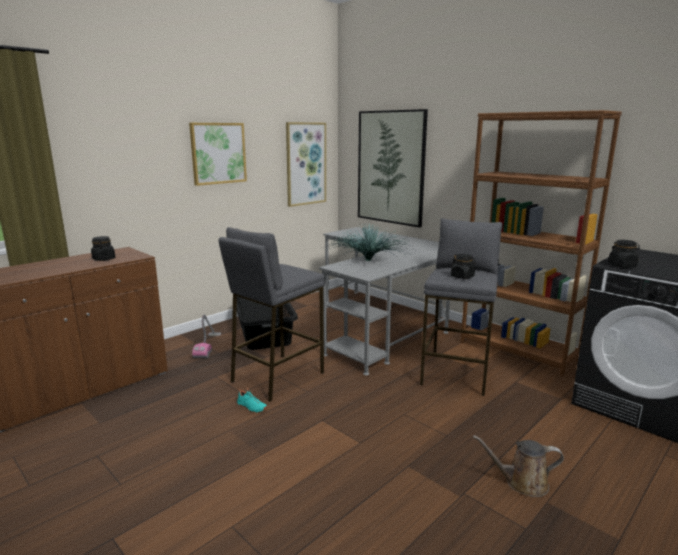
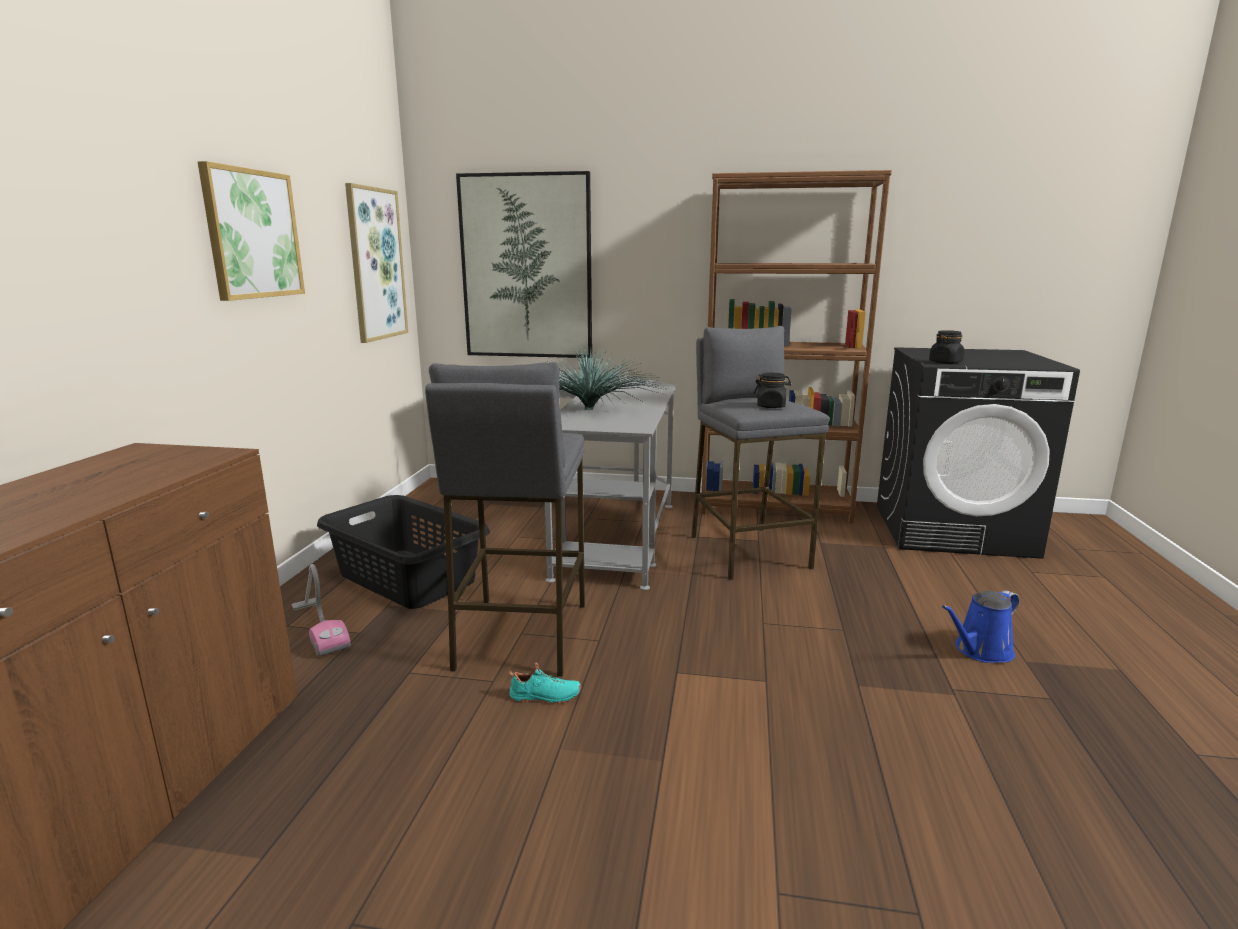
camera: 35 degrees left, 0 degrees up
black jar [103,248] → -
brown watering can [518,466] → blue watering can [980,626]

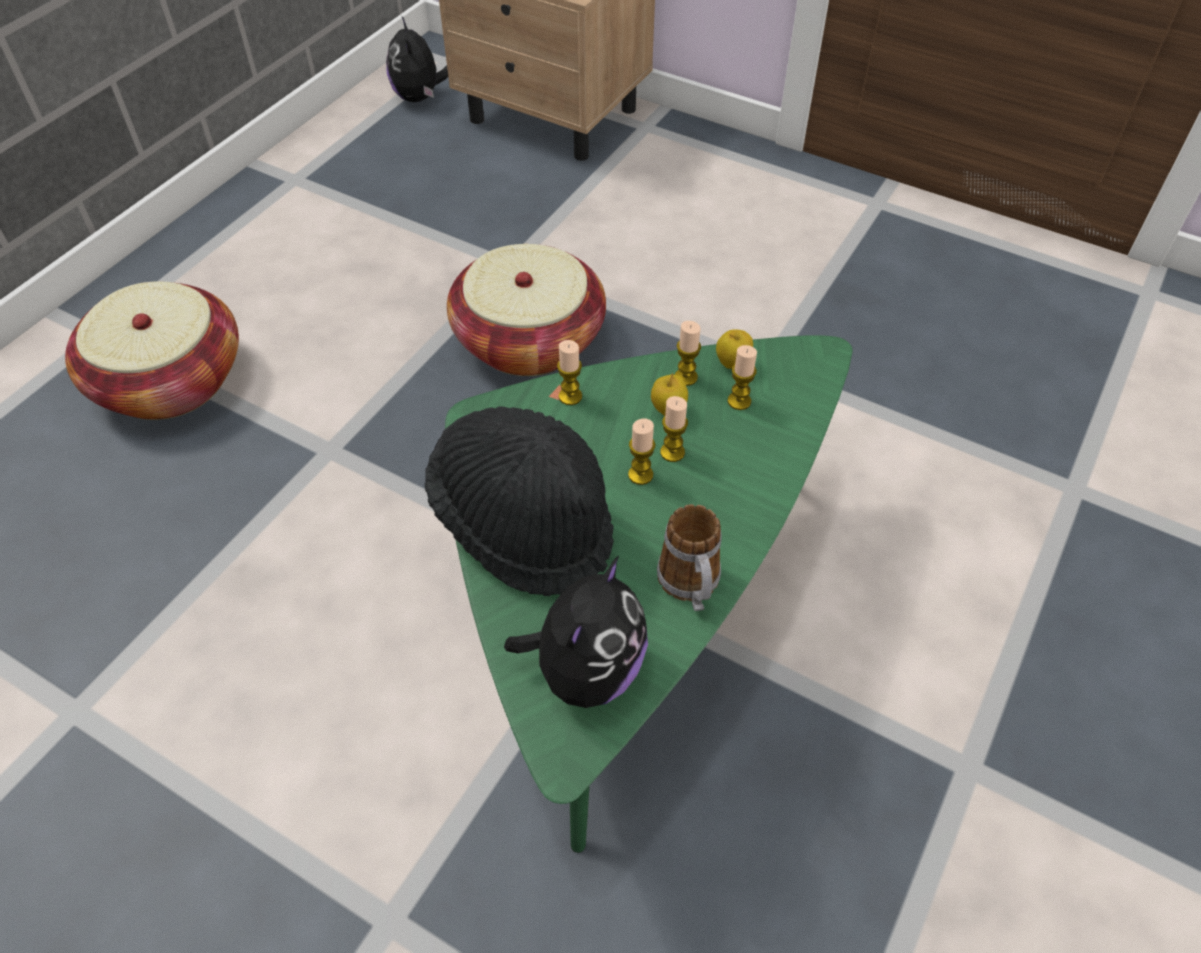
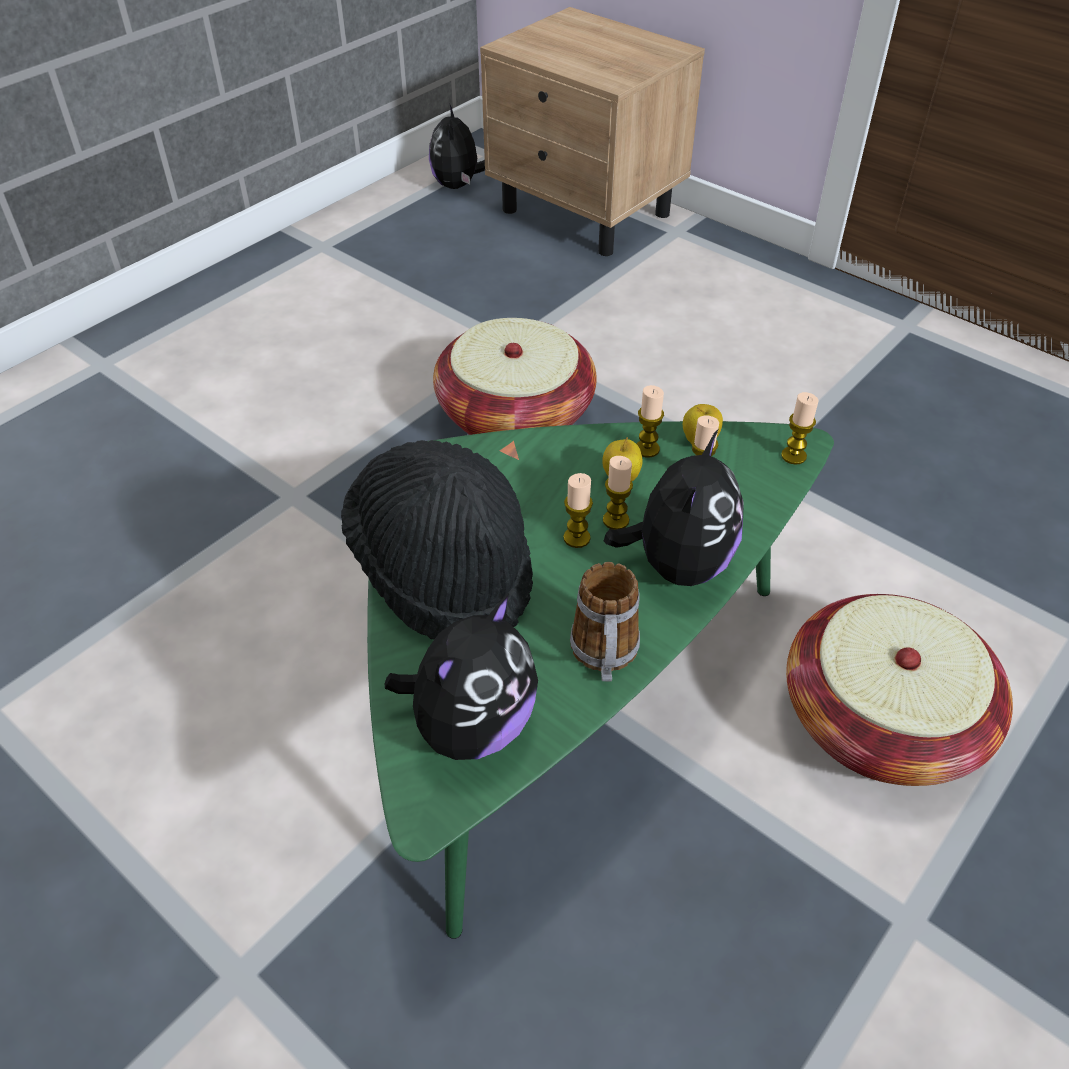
camera: 10 degrees right, 5 degrees down
- → plush toy [674,508]
basket [152,350] → basket [899,690], moved
candle [569,372] → candle [800,428], moved

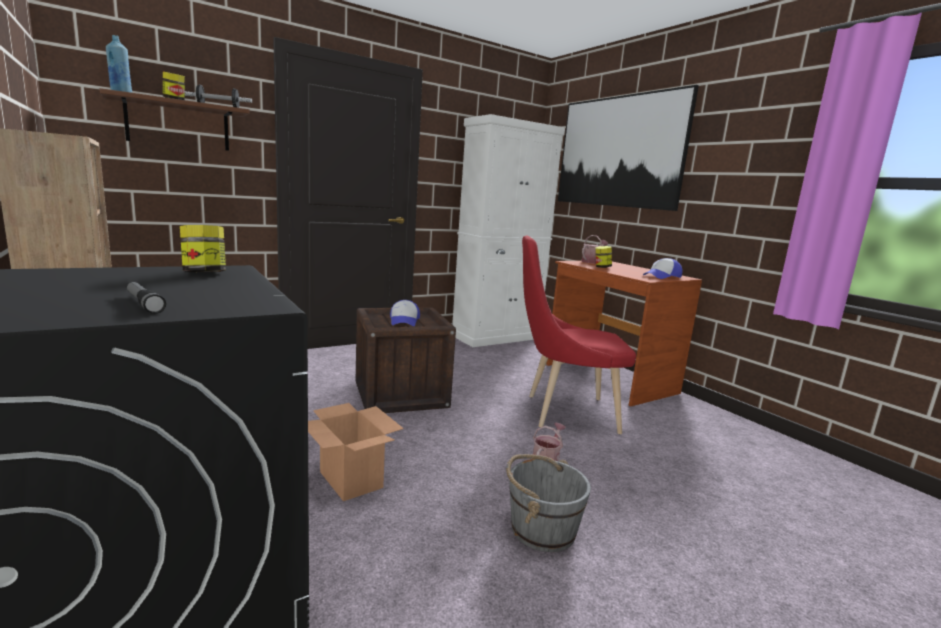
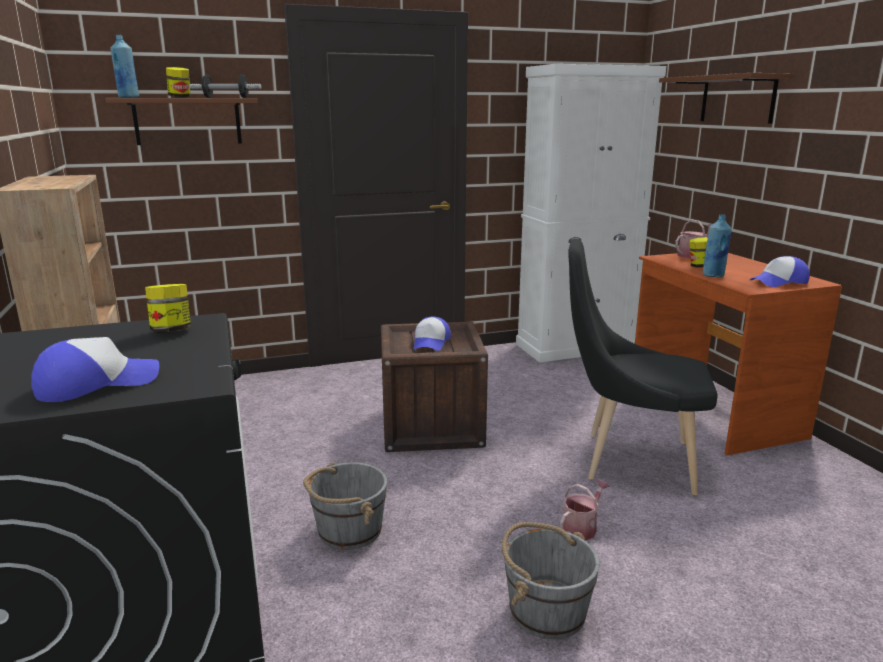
camera: 15 degrees right, 5 degrees up
- → blue bottle [717,245]
flashlight [146,298] → cap [95,369]
cardboard box [356,452] → grey bucket [345,506]
picture [628,148] → brown shelf [726,98]
red chair [579,335] → black chair [643,367]

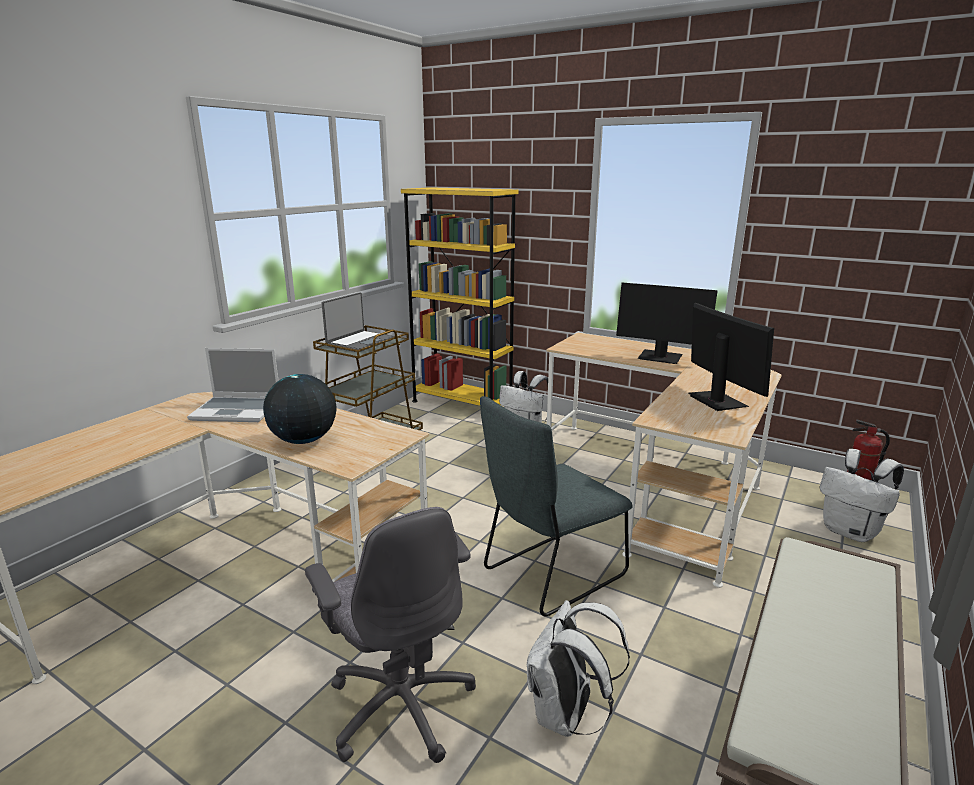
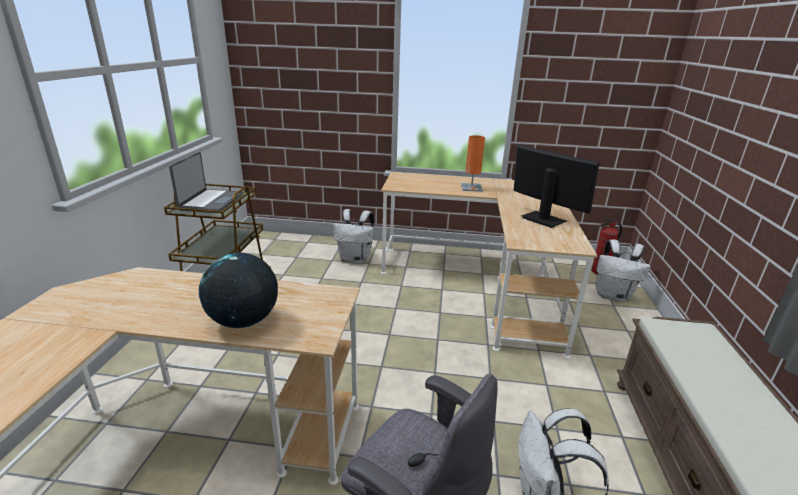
camera: 25 degrees left, 5 degrees up
laptop [233,385] → -
yellow bookcase [459,296] → -
grey chair [556,506] → -
monitor [667,323] → orange table lamp [473,163]

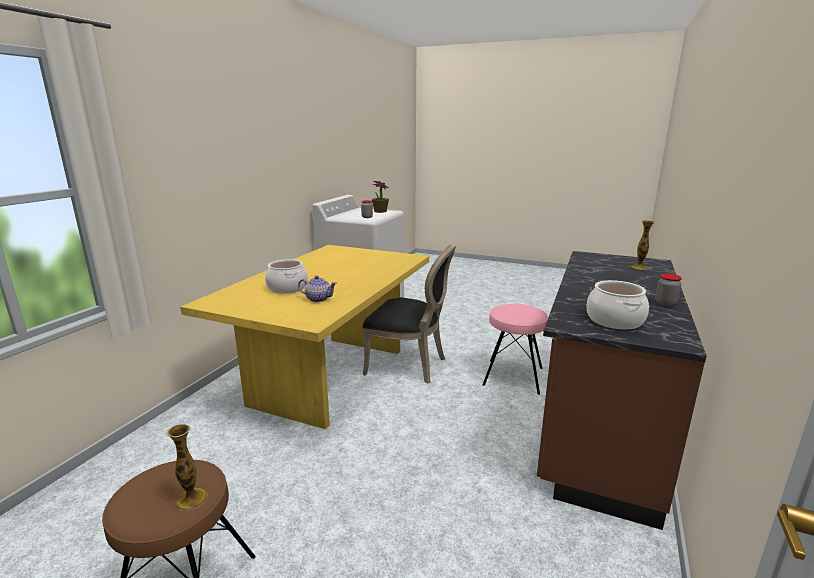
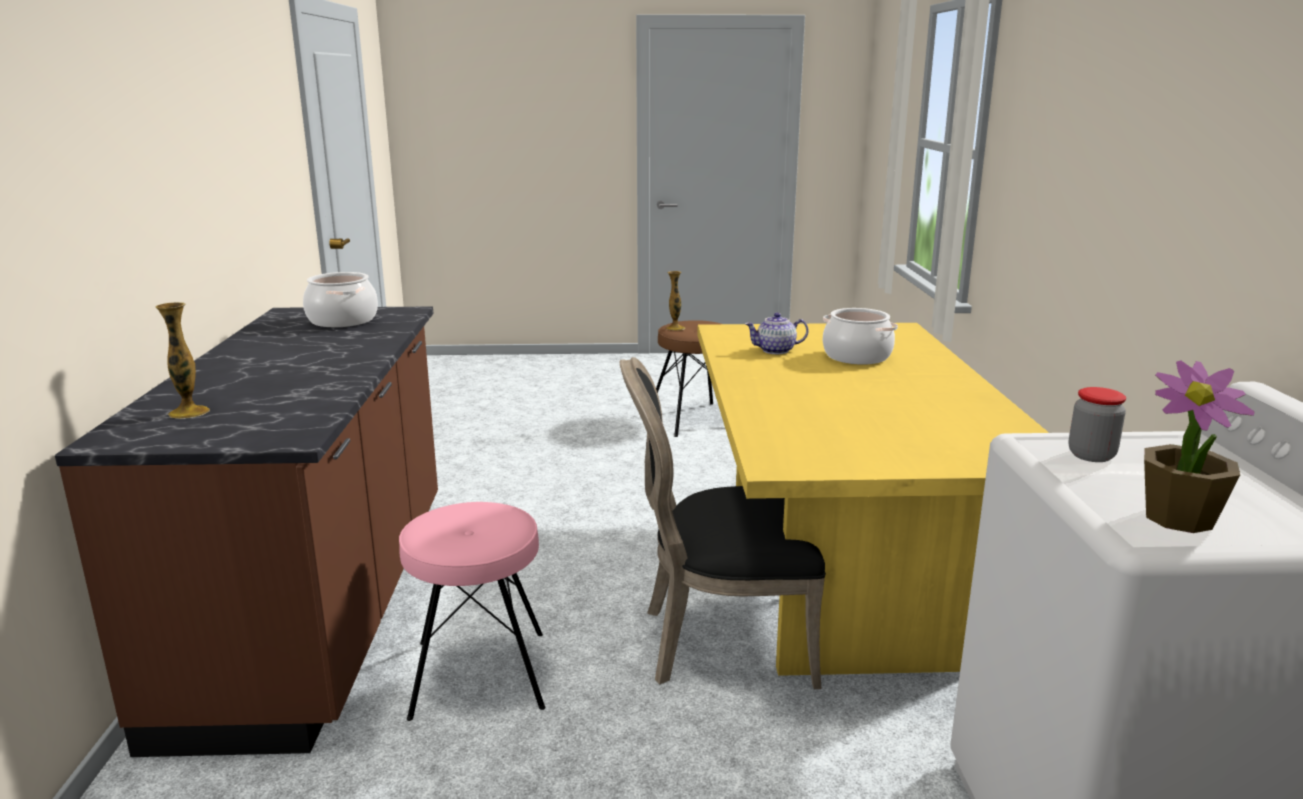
camera: 155 degrees right, 0 degrees up
jar [668,290] → -

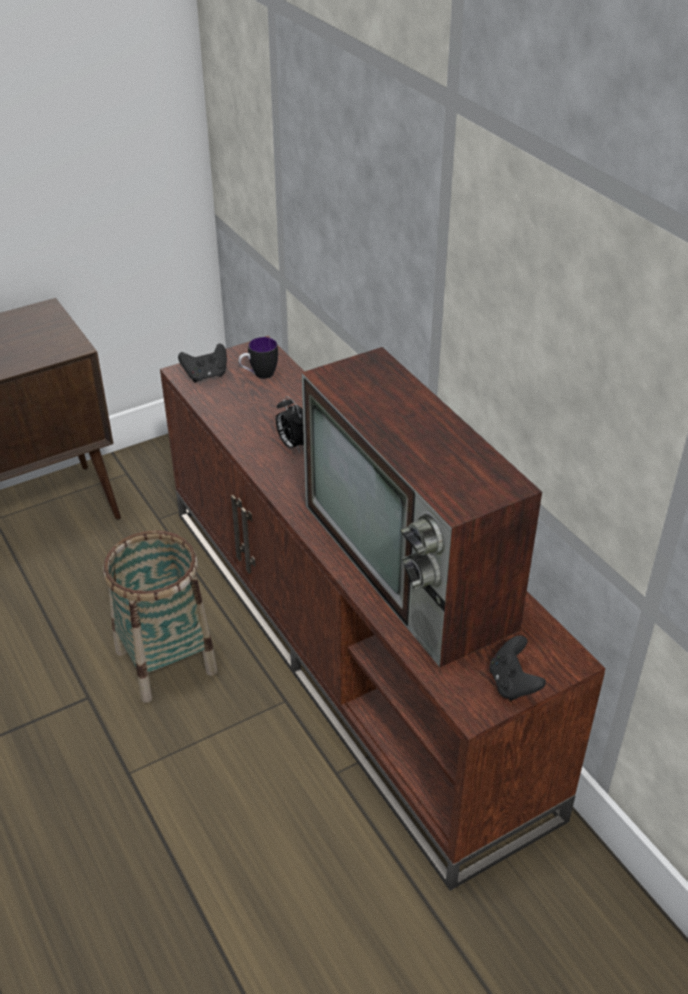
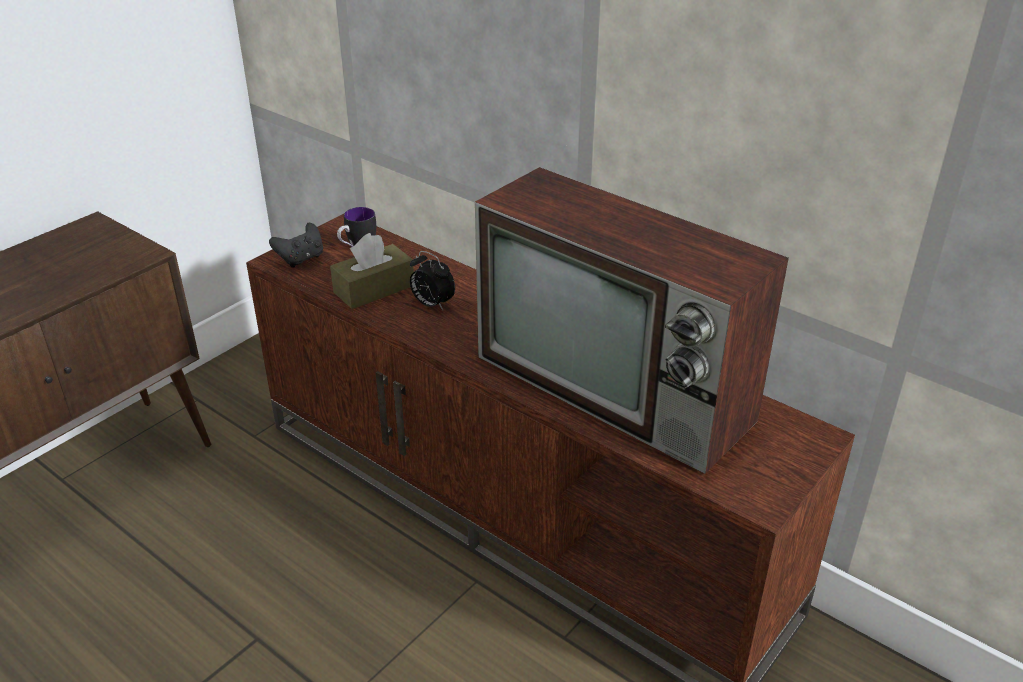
camera: 20 degrees left, 5 degrees down
basket [160,616] → -
black game controller [518,668] → -
- → brown tissue box [372,271]

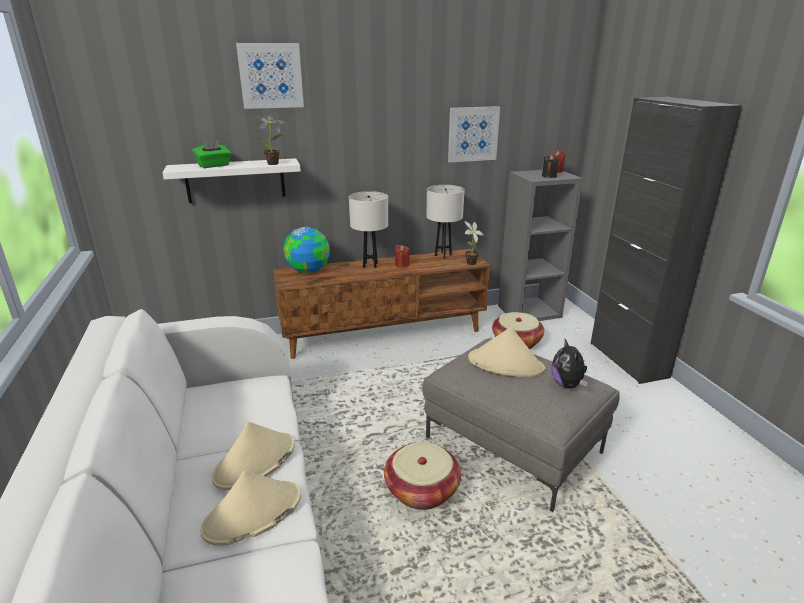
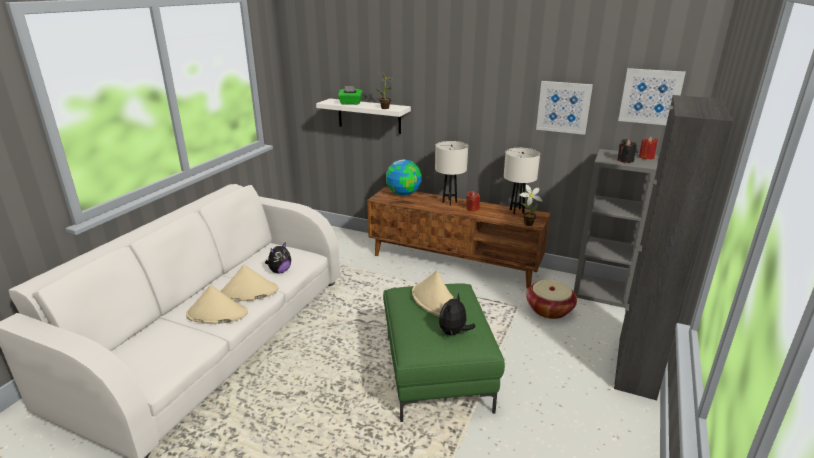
camera: 40 degrees right, 0 degrees up
basket [422,476] → -
- → plush toy [278,258]
picture [270,76] → picture [652,96], moved
grey ottoman [521,425] → green ottoman [444,352]

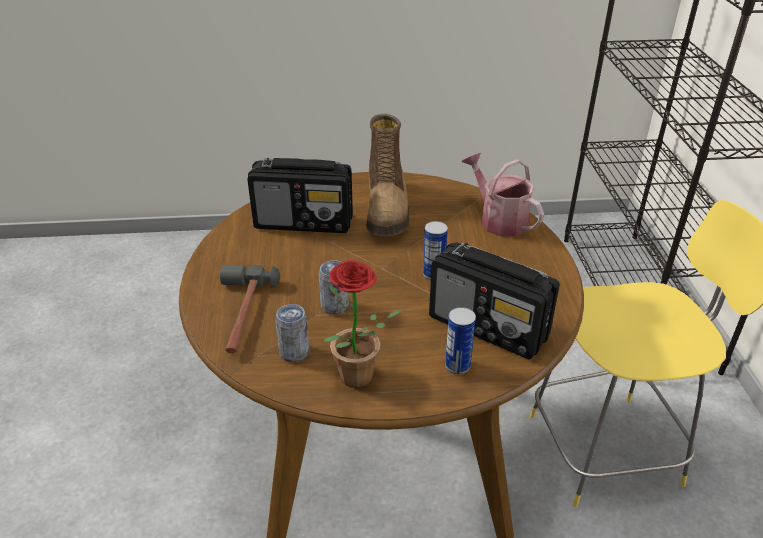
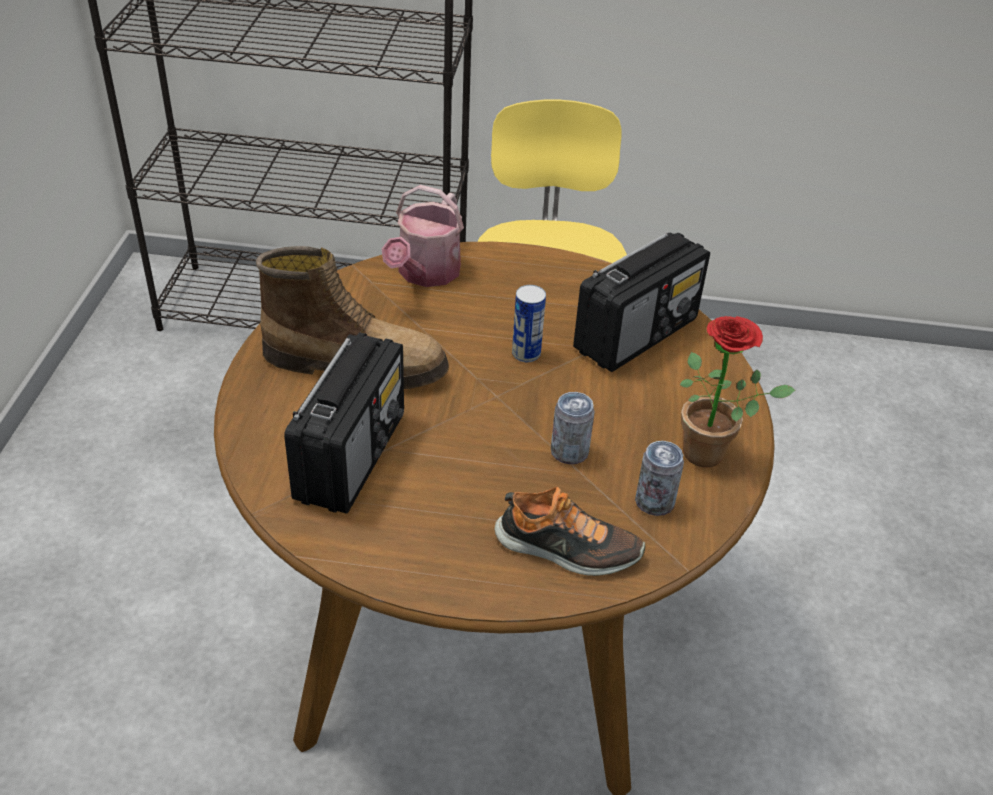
camera: 80 degrees left, 5 degrees up
can [460,340] → -
hammer [250,309] → shoe [569,531]
watering can [503,194] → watering can [423,236], 45 degrees counterclockwise

